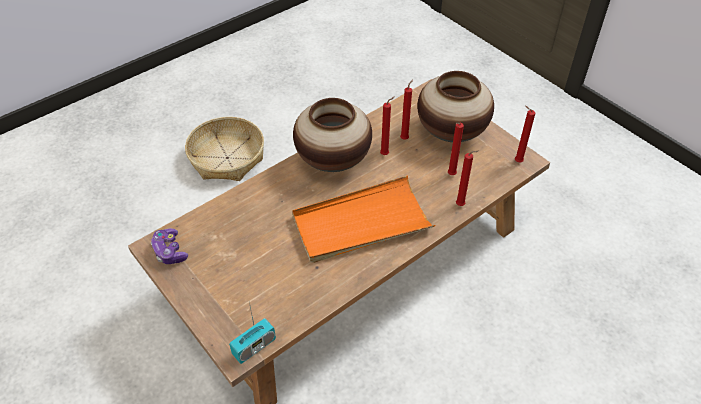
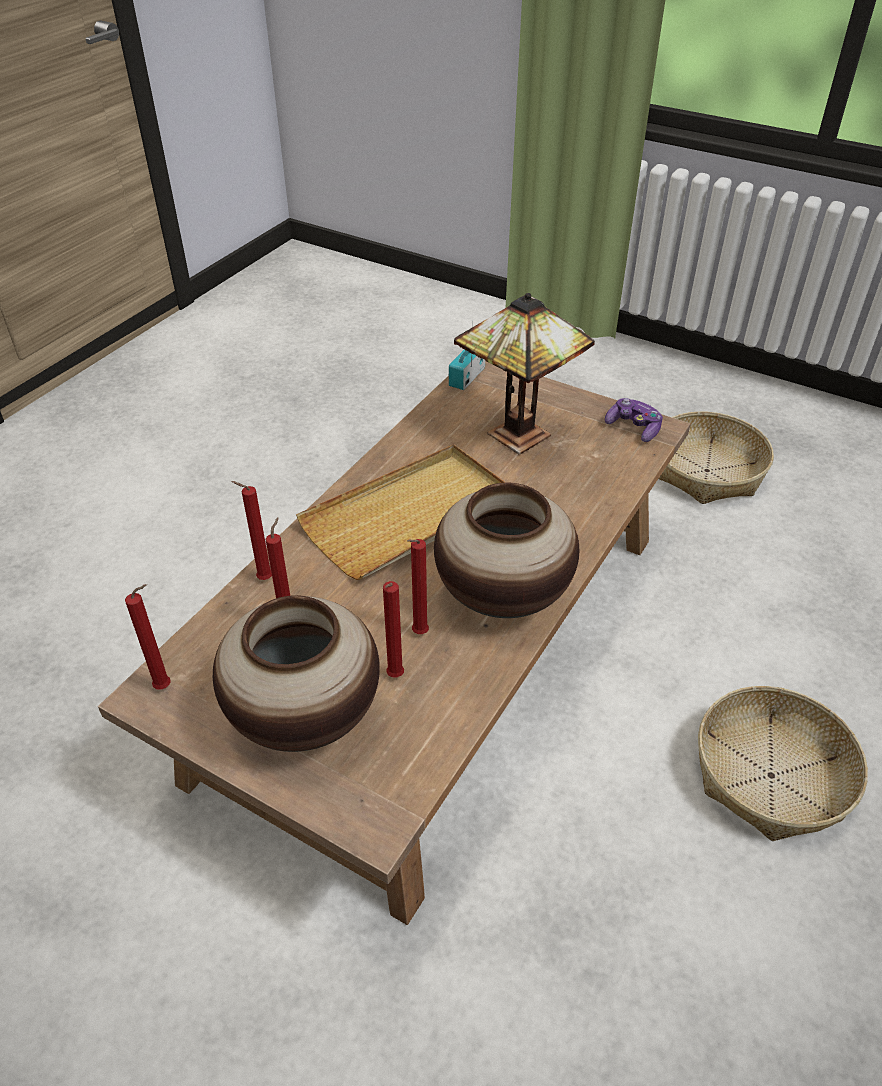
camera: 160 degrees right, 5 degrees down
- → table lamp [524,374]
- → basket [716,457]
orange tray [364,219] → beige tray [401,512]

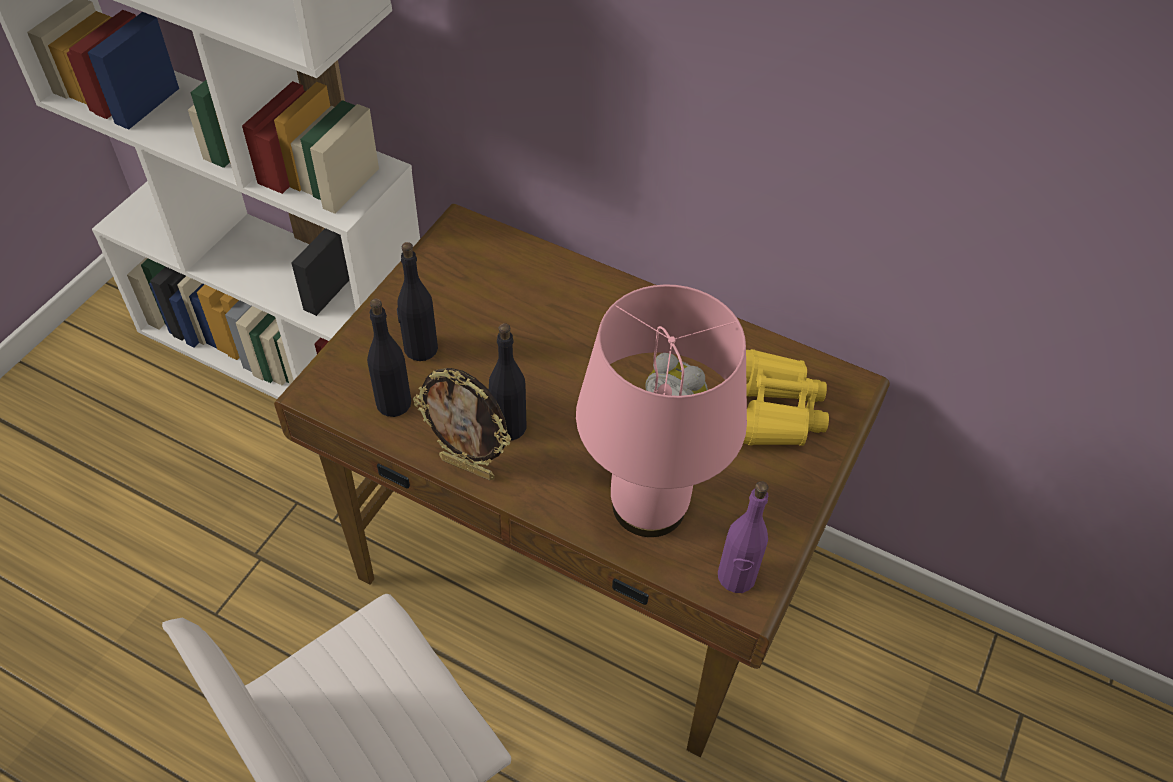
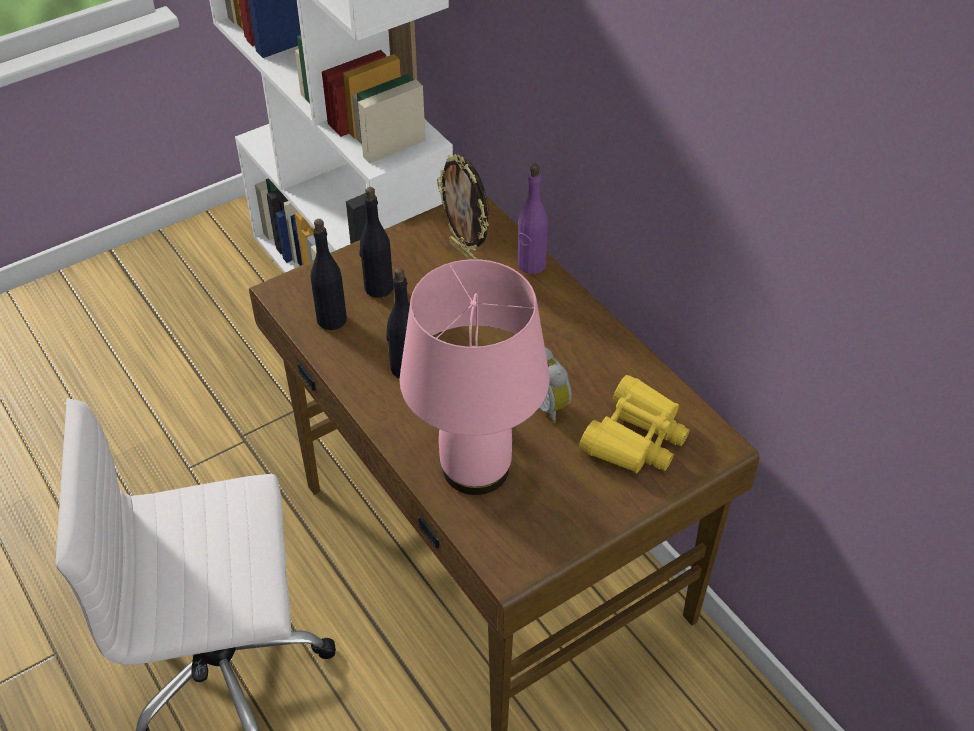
camera: 30 degrees right, 5 degrees down
picture frame [462,424] → picture frame [463,207], moved
purple bottle [743,537] → purple bottle [533,219], moved

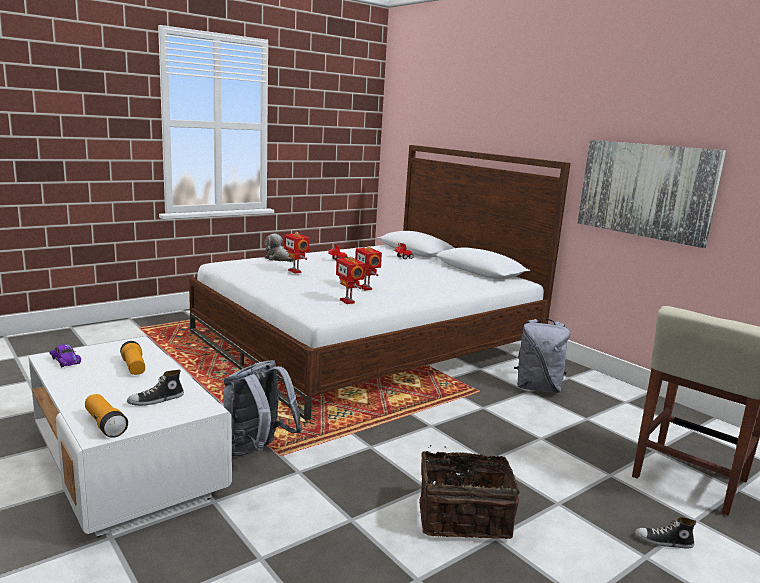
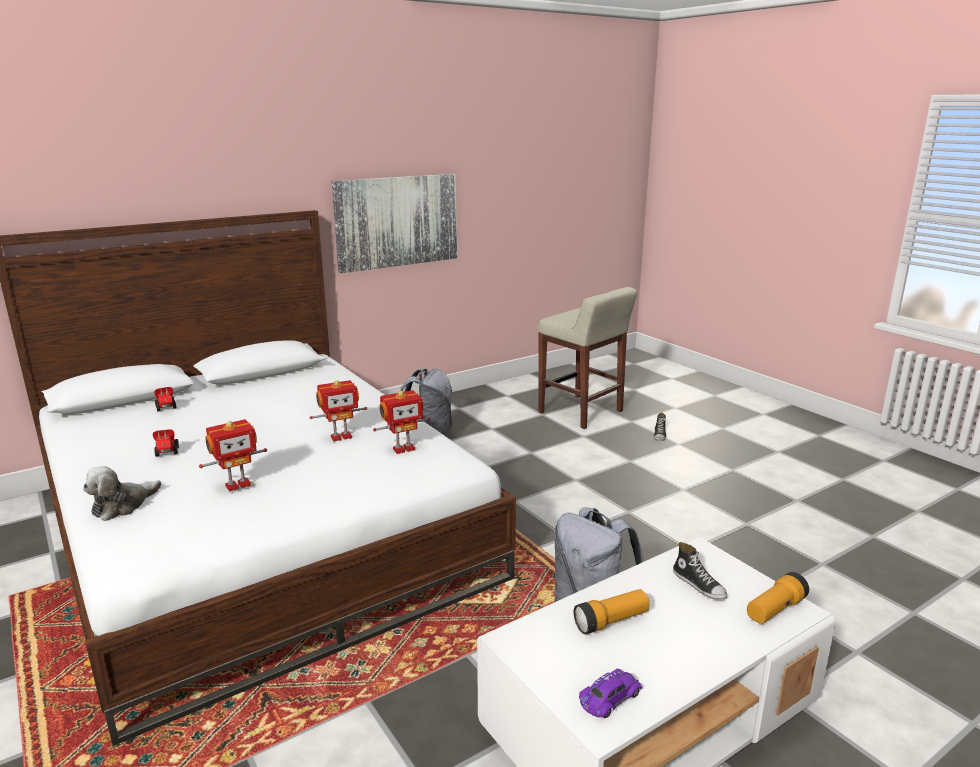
camera: 85 degrees left, 5 degrees up
basket [469,492] → -

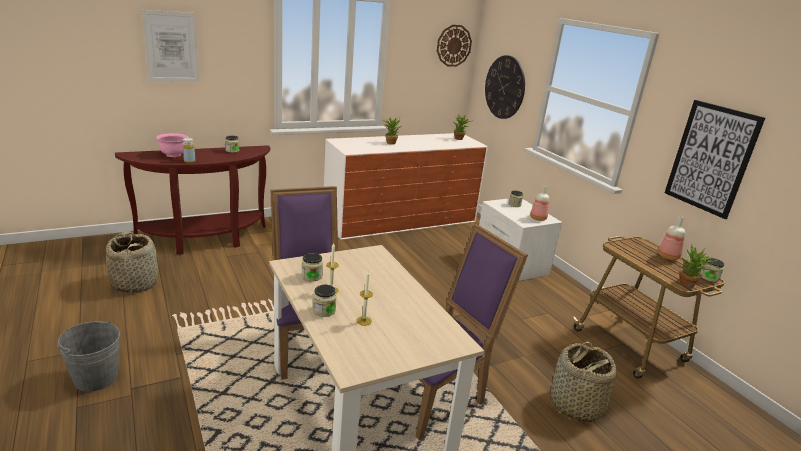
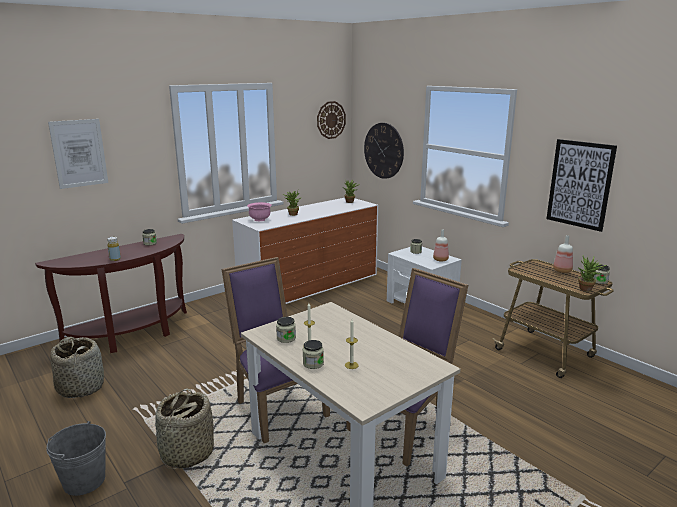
camera: 10 degrees left, 5 degrees down
pink bowl [172,145] → pink bowl [259,211], moved
basket [583,381] → basket [184,428], moved

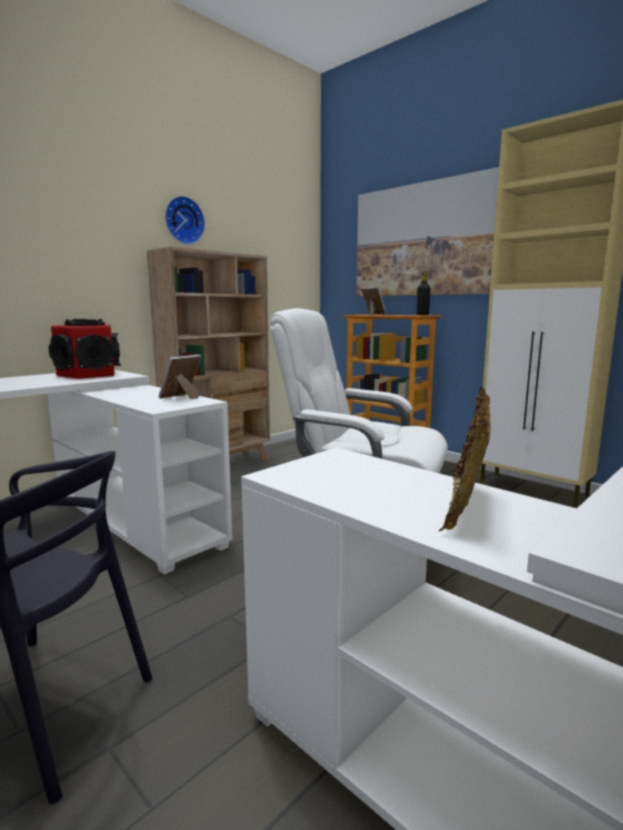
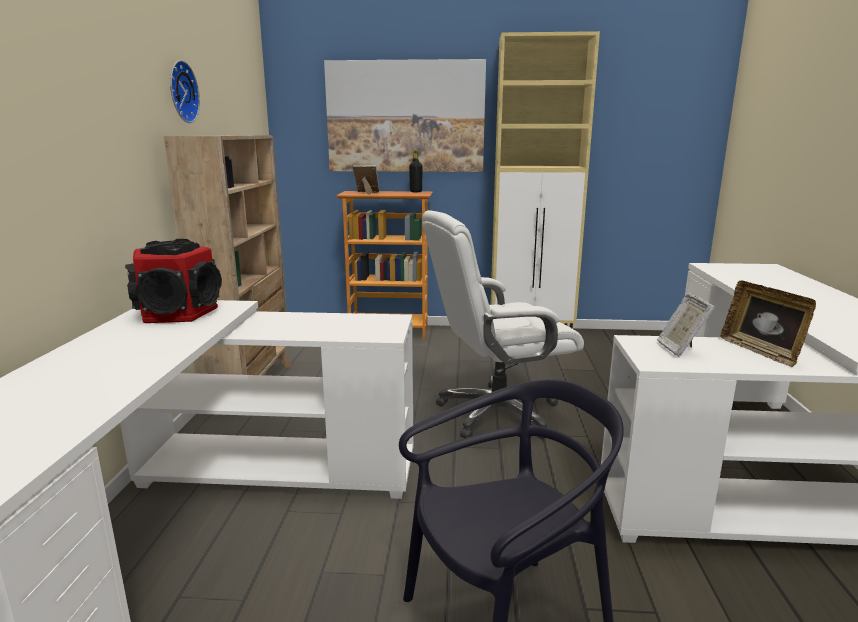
camera: 40 degrees left, 5 degrees up
picture frame [180,377] → picture frame [686,325], moved

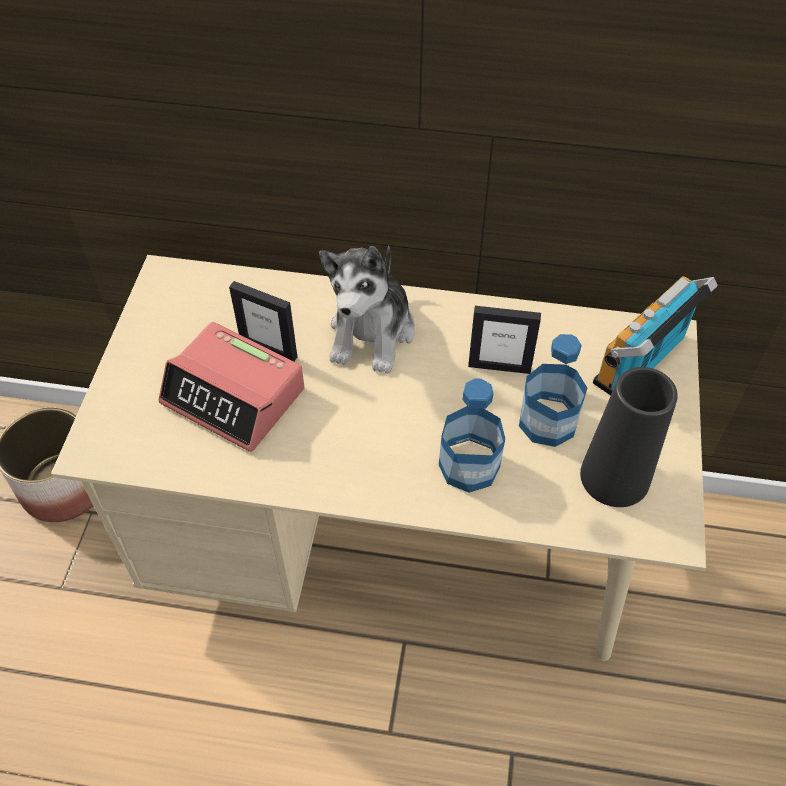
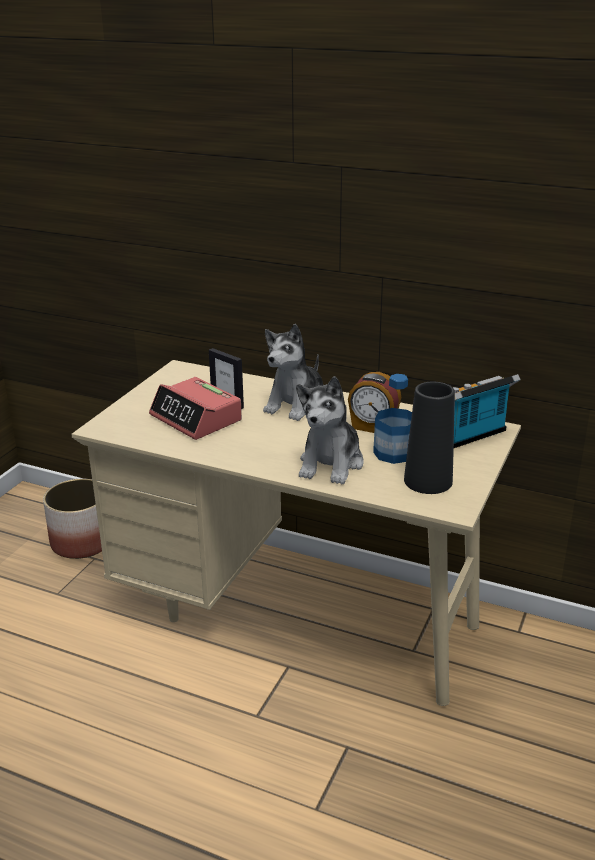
camera: 15 degrees right, 25 degrees down
bottle [472,435] → plush toy [330,430]
picture frame [504,340] → alarm clock [374,402]

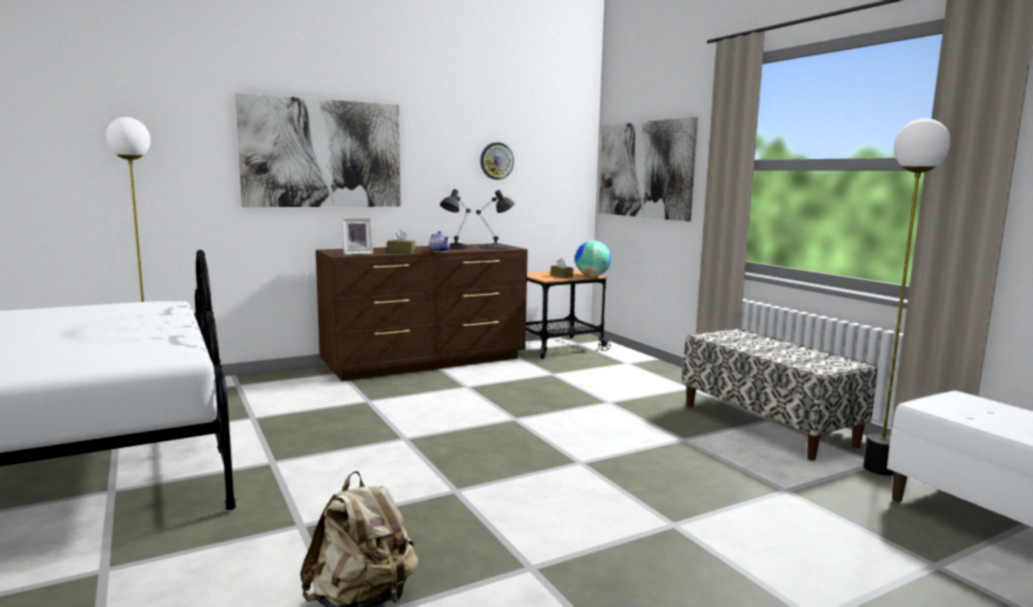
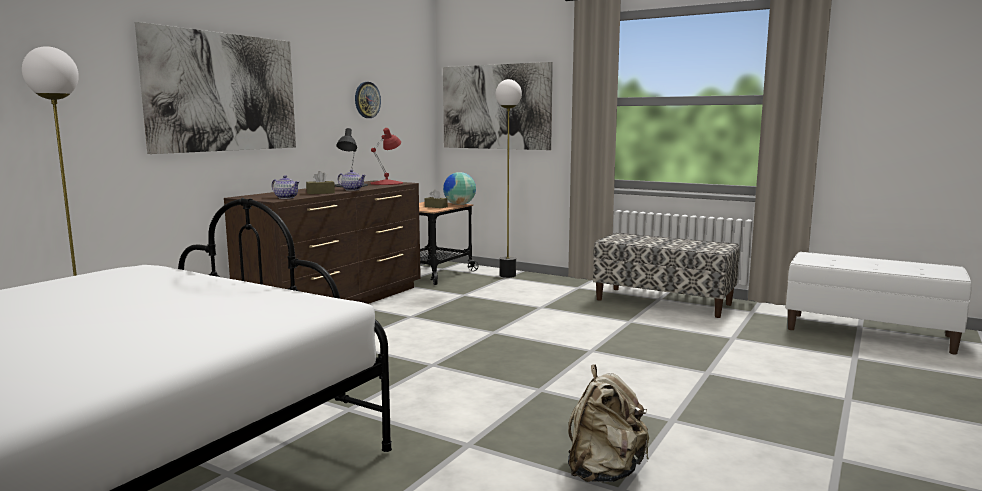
camera: 30 degrees left, 0 degrees up
floor lamp [907,297] → floor lamp [509,178], moved
picture frame [357,236] → teapot [286,187]
black table lamp [495,219] → red table lamp [387,156]

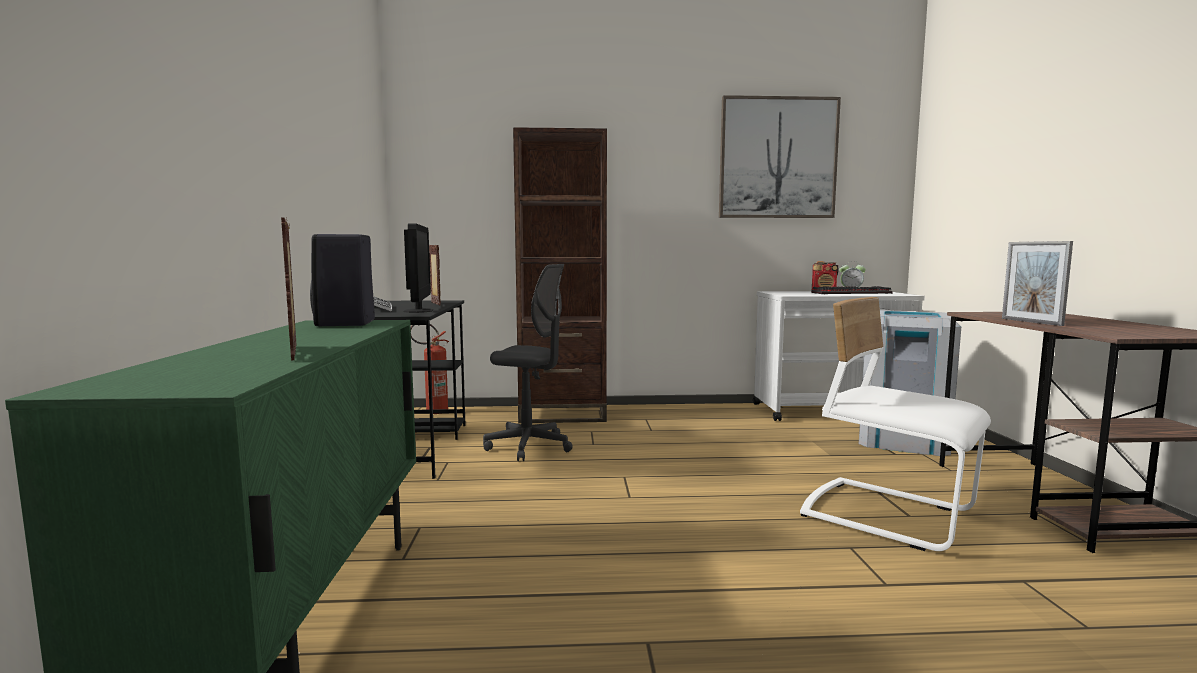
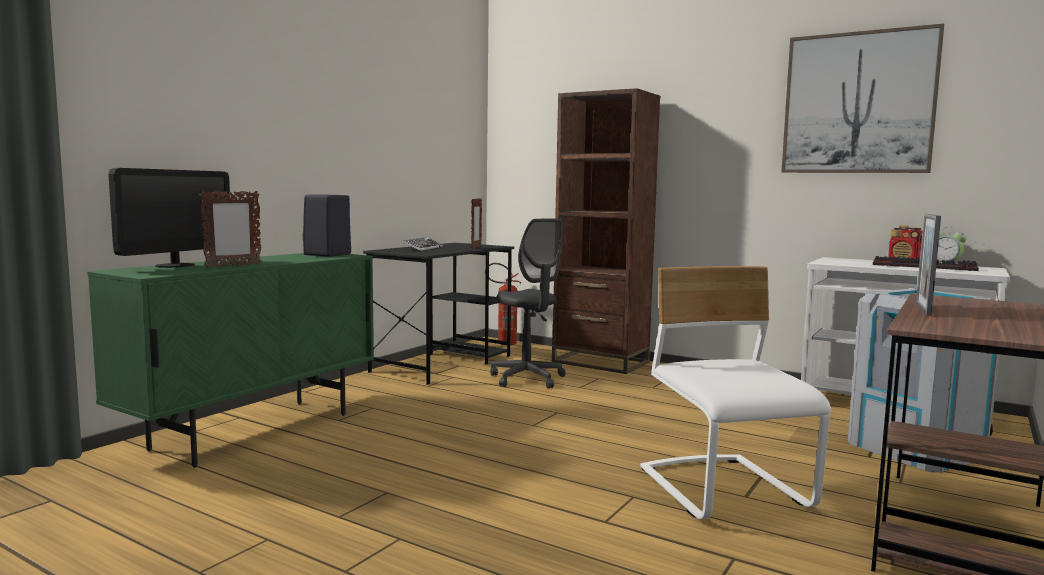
camera: 35 degrees right, 0 degrees up
monitor [418,268] → monitor [169,218], moved
picture frame [289,288] → picture frame [231,229], 150 degrees counterclockwise

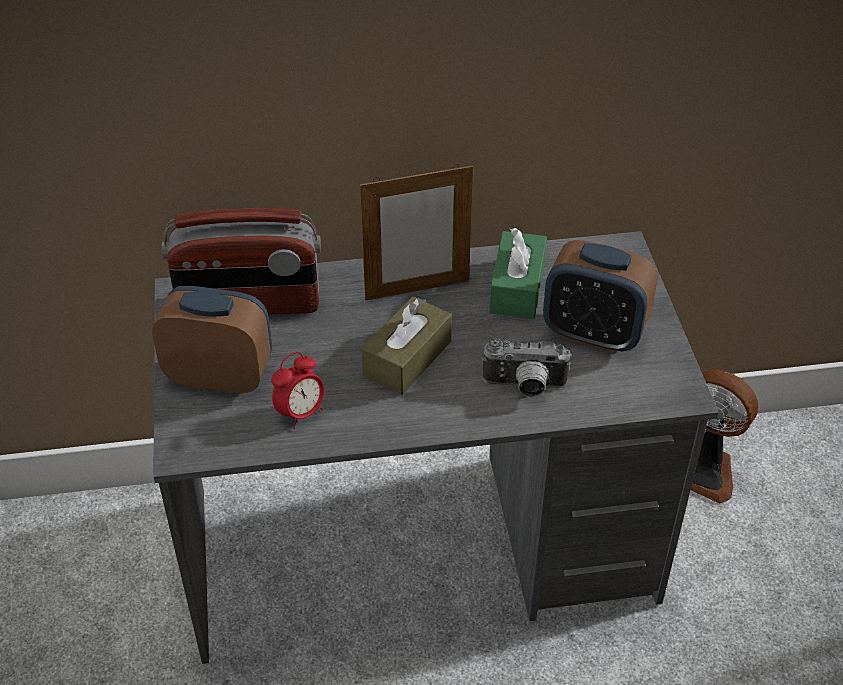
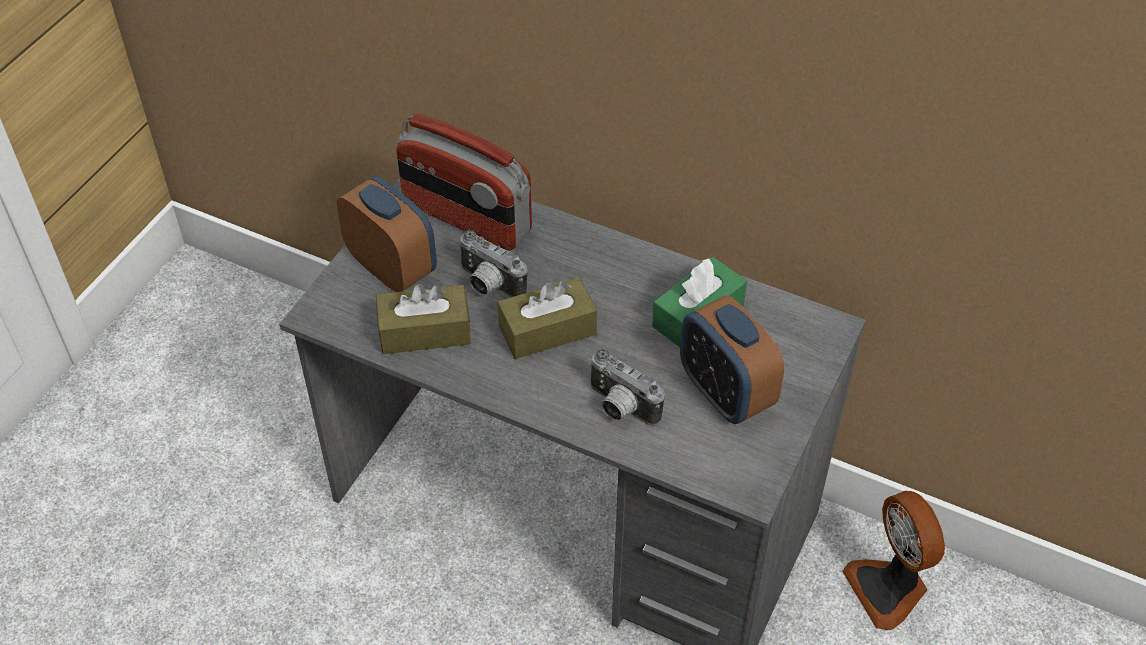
camera: 35 degrees right, 5 degrees up
picture frame [416,232] → -
- → photo camera [492,263]
alarm clock [297,390] → brown tissue box [423,319]

